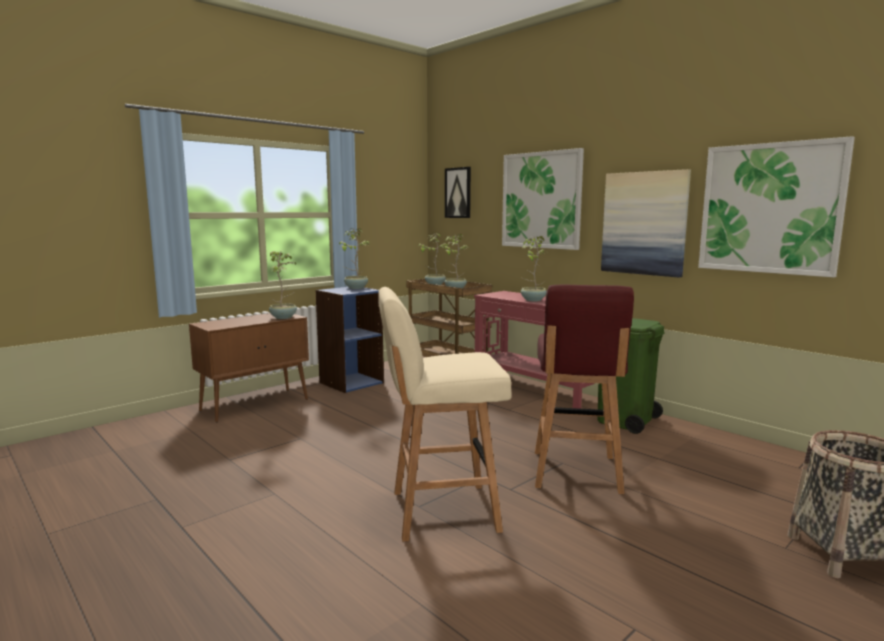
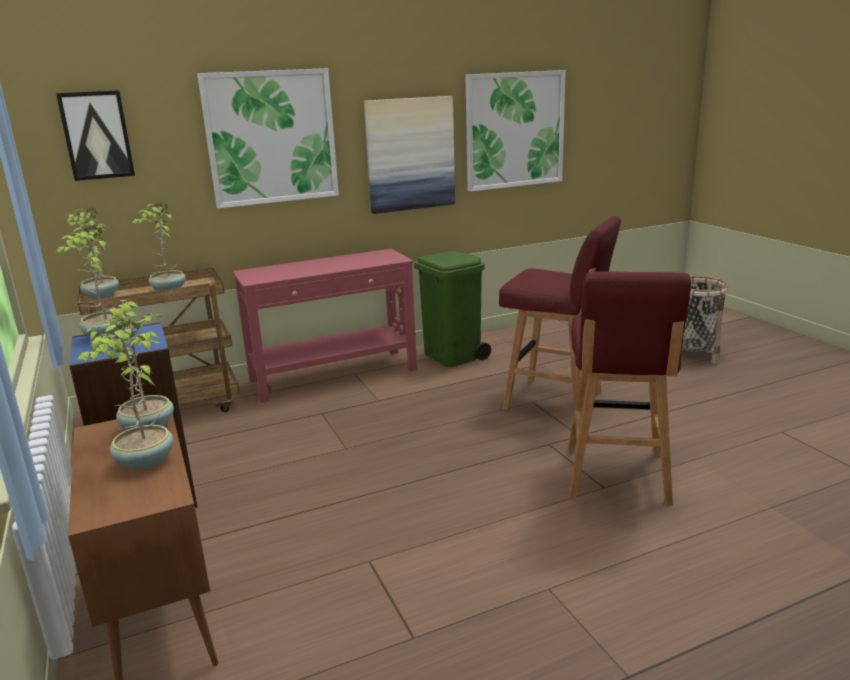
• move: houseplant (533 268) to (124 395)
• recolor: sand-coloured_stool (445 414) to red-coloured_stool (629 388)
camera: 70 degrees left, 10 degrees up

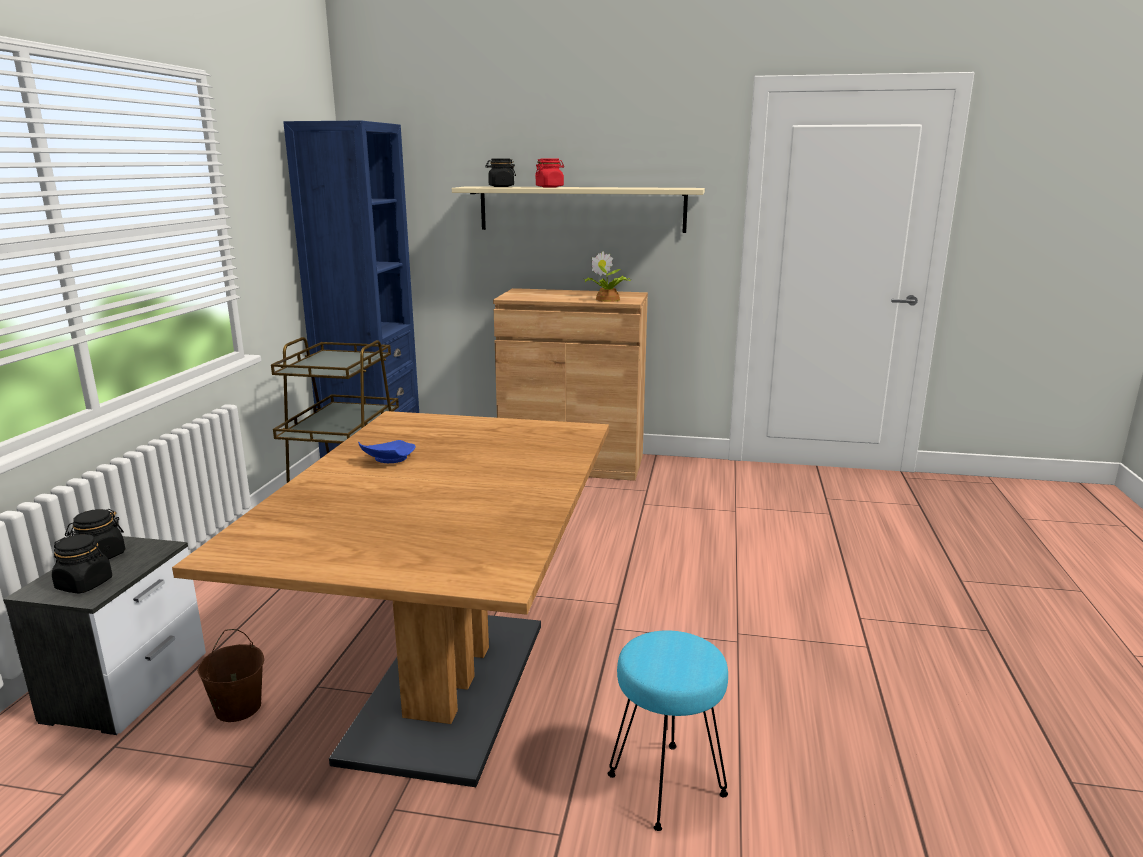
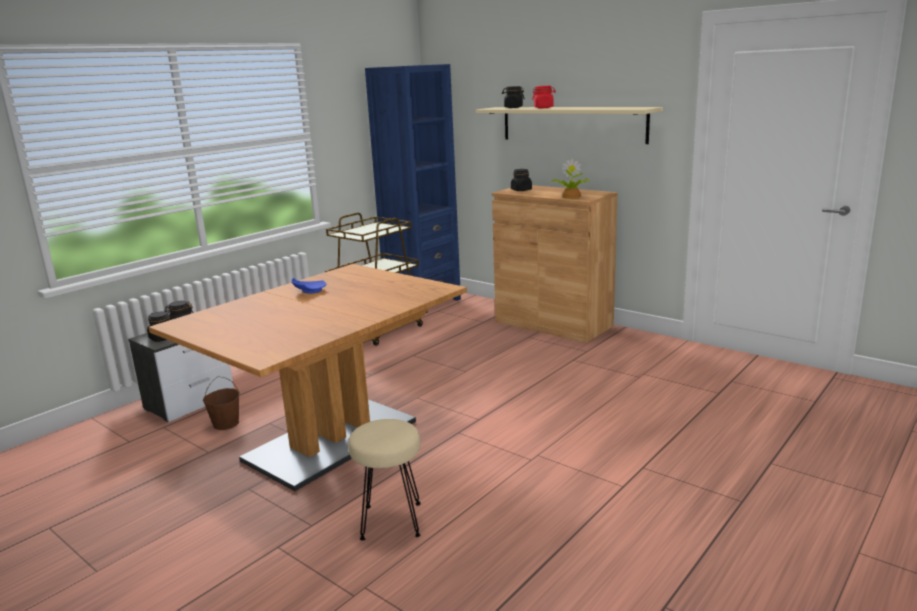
• insert: black-coloured_jar (521 180)
• recolor: turquoise_stool (668 730) to sand-coloured_stool (384 479)
camera: 30 degrees right, 0 degrees up

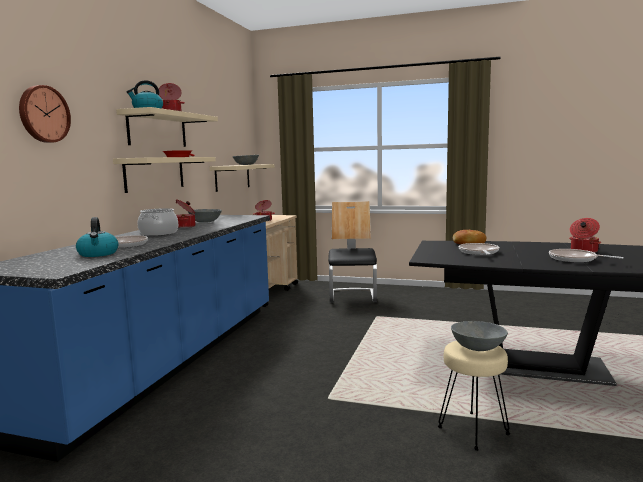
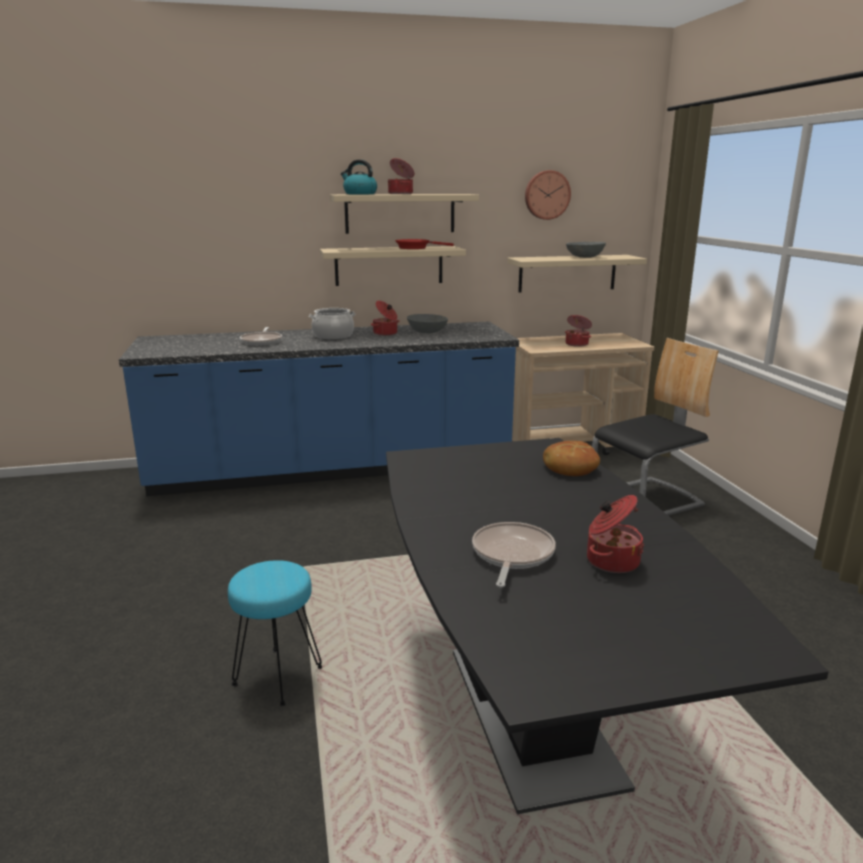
• delete: kettle (97 237)
• delete: gray_bowl (479 336)
• delete: frying_pan (479 249)
• move: hanging_clock (45 114) to (548 195)
• recolor: sand-coloured_stool (474 396) to turquoise_stool (275 633)
camera: 60 degrees right, 10 degrees up

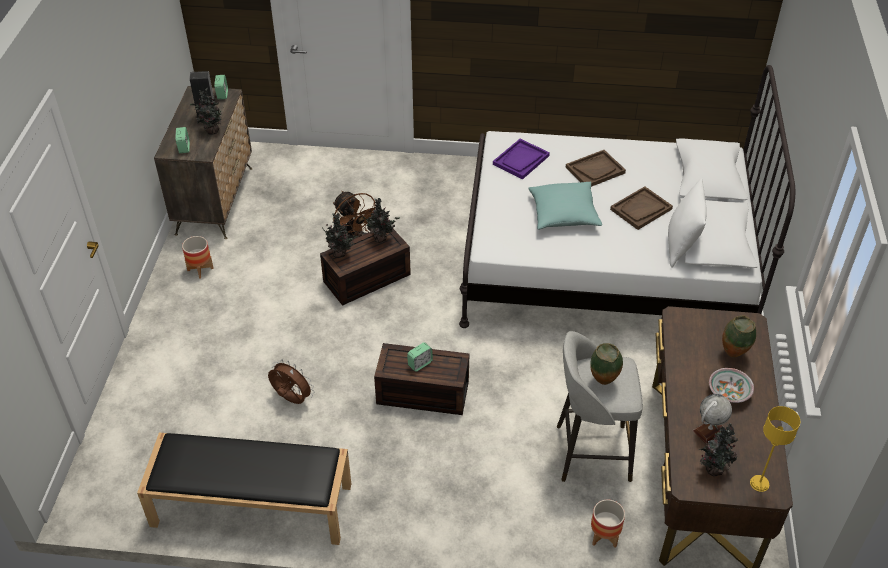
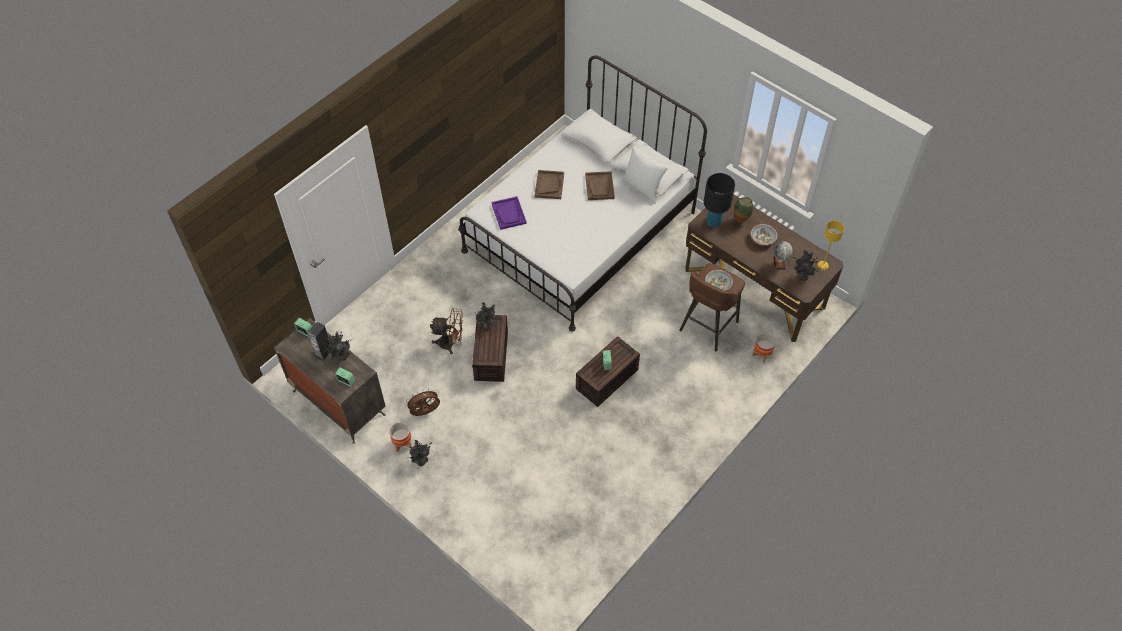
• delete: black-coloured_indoor_bench (244 488)
• delete: turquoise_pillow (565 206)
• insert: black-coloured_table_lamp (719 200)
• move: brownish_fan (291 381) to (422 402)
• move: houseplant (340 235) to (419 453)
• replace: flower_vase (606 364) to bowl (719 280)
• recolor: gray_stool (600 406) to brownish_stool (712 307)
camera: 55 degrees left, 10 degrees up

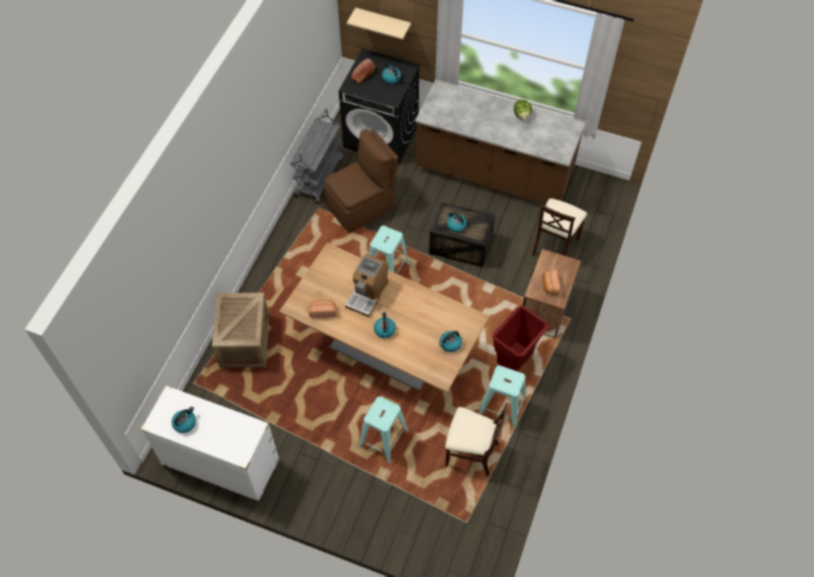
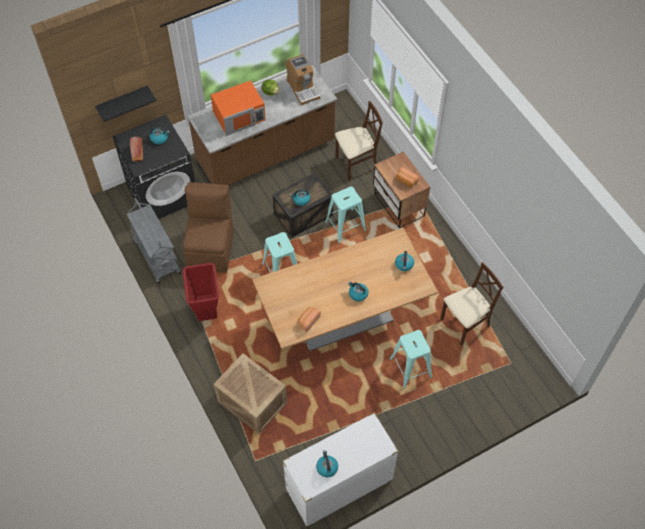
• insert: orange_kitchen_microwave (238 108)
• move: coffee_brewer (367 285) to (303 79)
• move: turquoise_stool (502 397) to (346 215)
• move: red-coloured_trash_can (520 338) to (200 292)
• recolor: sand-coloured_bracket_shelf (379 23) to black-coloured_bracket_shelf (125 103)
• rotate: sand-coloured_upright_chair (559 227) = (359 141) 90 degrees counterclockwise
camera: 50 degrees left, 0 degrees up

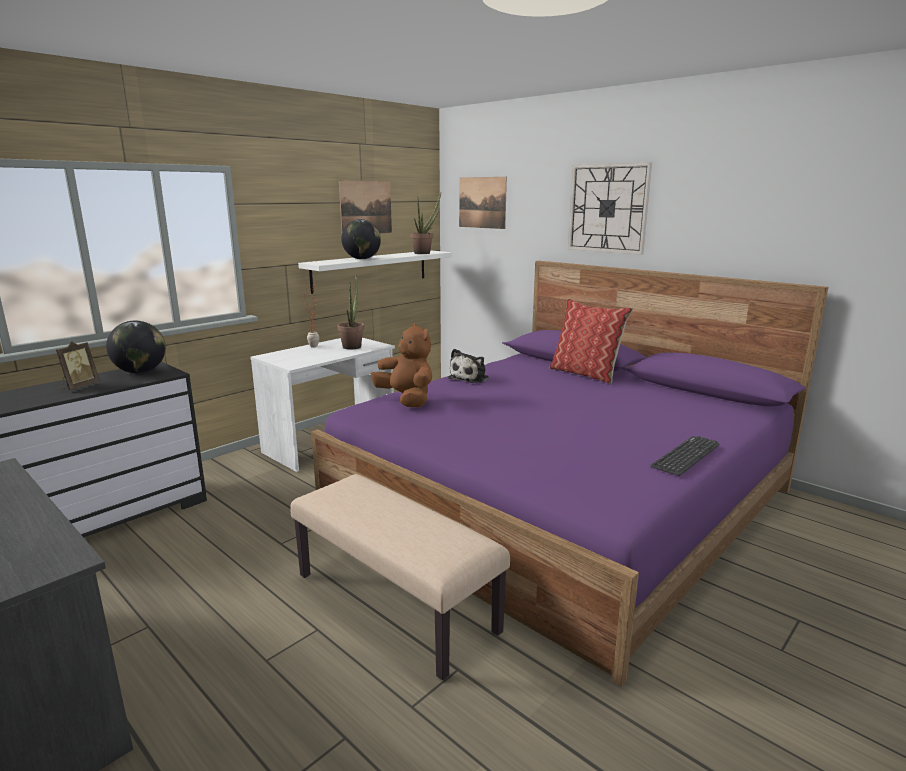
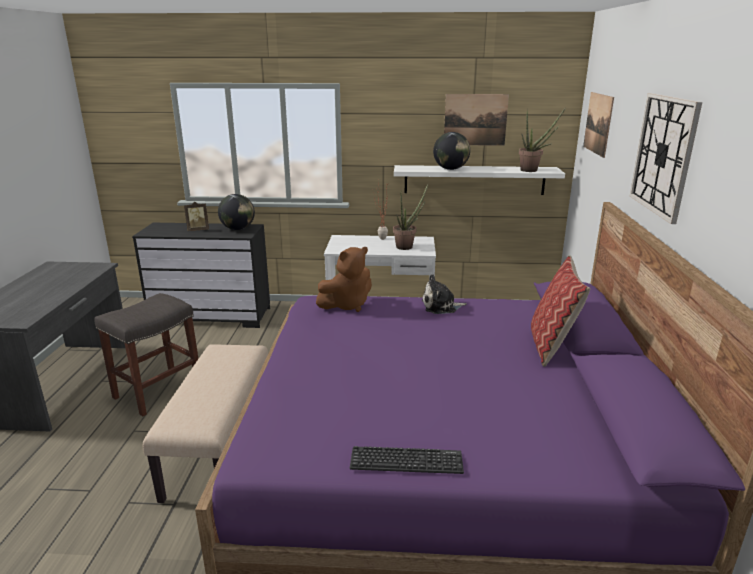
• insert: gray_stool (146 354)
• rotate: brownish_cuddly_toy (401 365) = (344 279) 45 degrees clockwise
camera: 50 degrees right, 5 degrees up

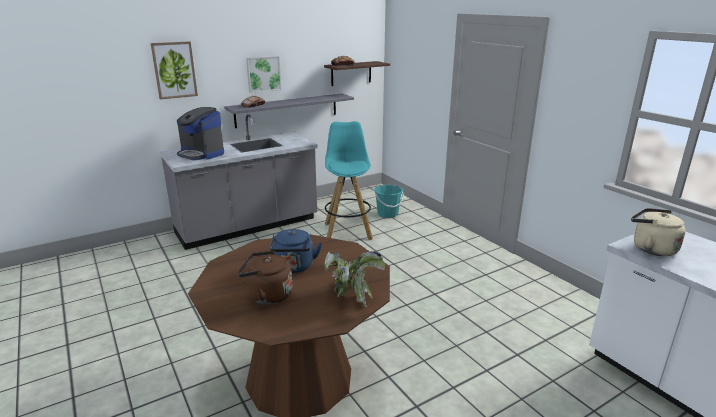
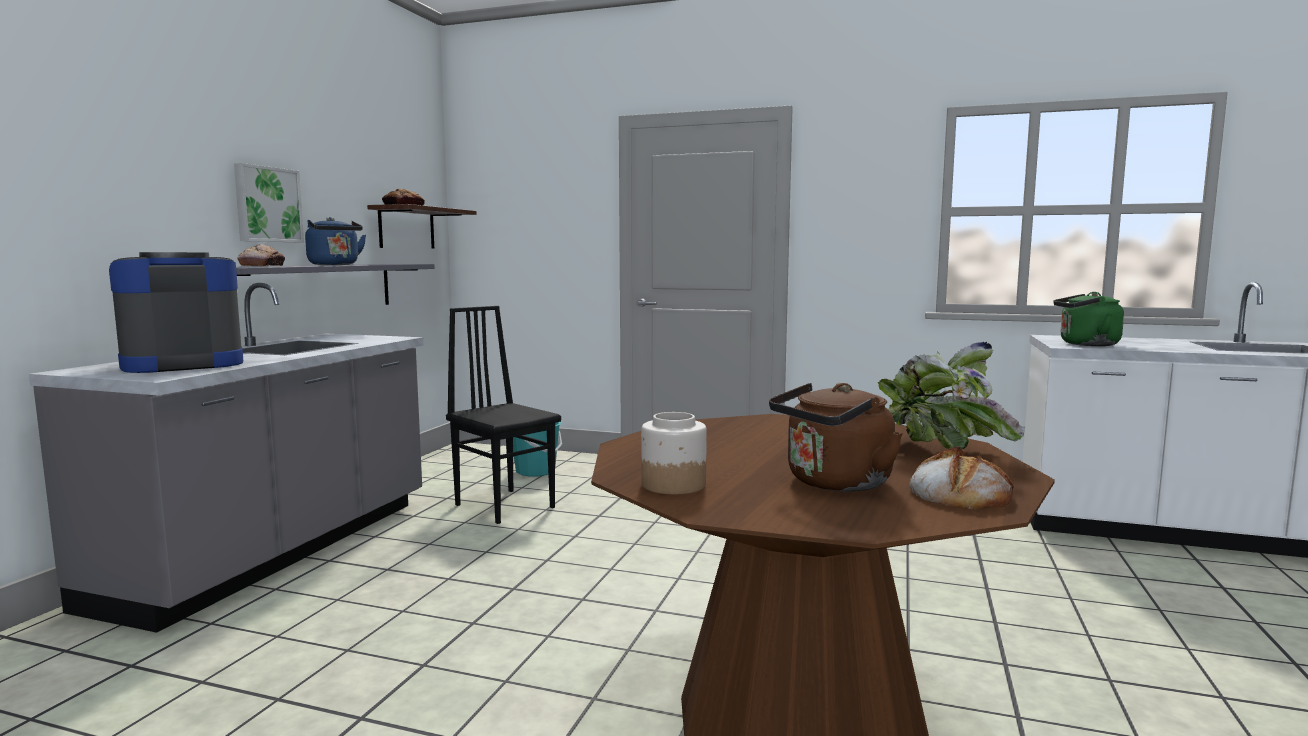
• delete: wall_picture (174 70)
• insert: jar (674 453)
• insert: baked_bread (961 477)
• move: blue_kettle (296 251) to (335 241)
• replace: turquoise_stool (349 180) to black-coloured_upright_chair (503 415)
• recolor: sand-coloured_kettle (658 232) to green_kettle (1088 319)
• rotate: coffee_brewer (200 133) = (176 312) 150 degrees clockwise
camera: 40 degrees left, 15 degrees down

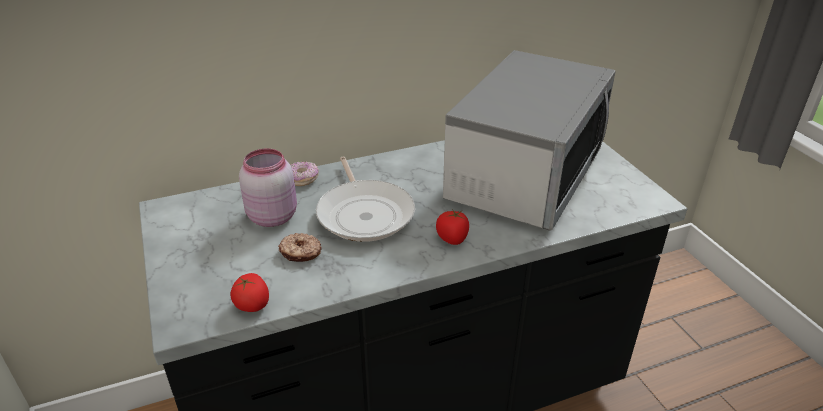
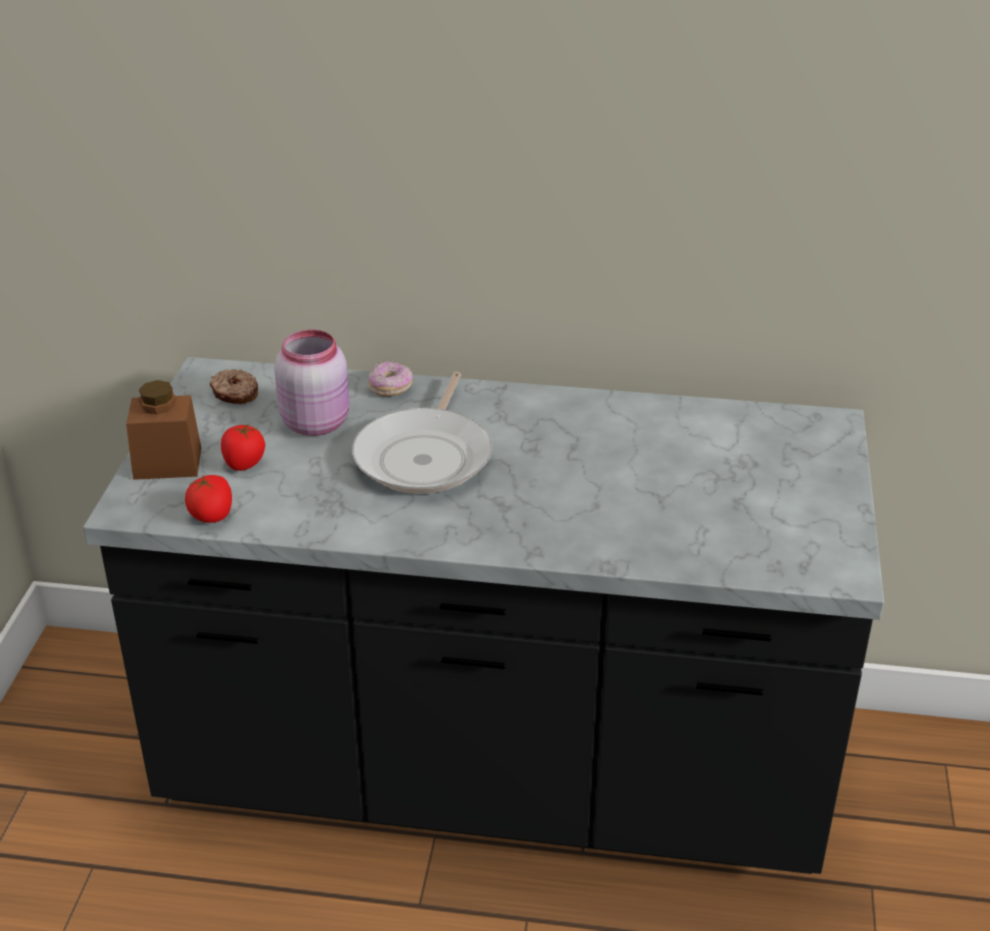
• delete: kitchen_microwave (529 140)
• insert: brownish_jar (163 430)
• move: donut (300 247) to (234 386)
• move: whole_tomato (452 227) to (243 447)
camera: 30 degrees right, 0 degrees up

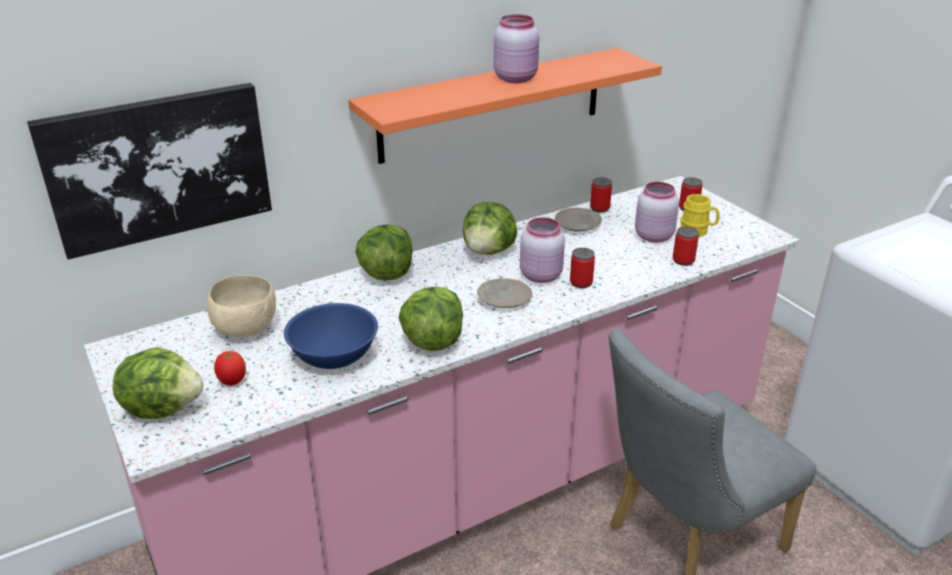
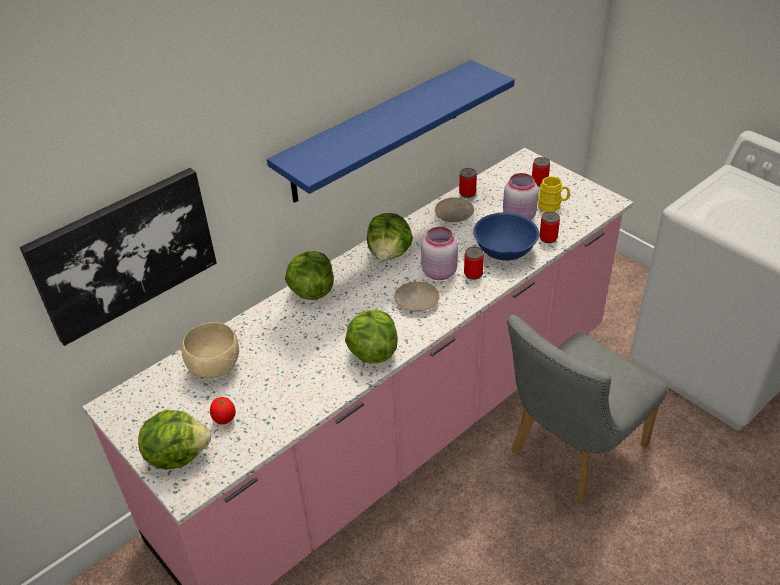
• delete: pink-coloured_jar (516 48)
• move: blue_bowl (331 336) to (506 236)
• recolor: orange_bracket_shelf (505 106) to blue_bracket_shelf (391 131)
camera: 10 degrees left, 10 degrees up

